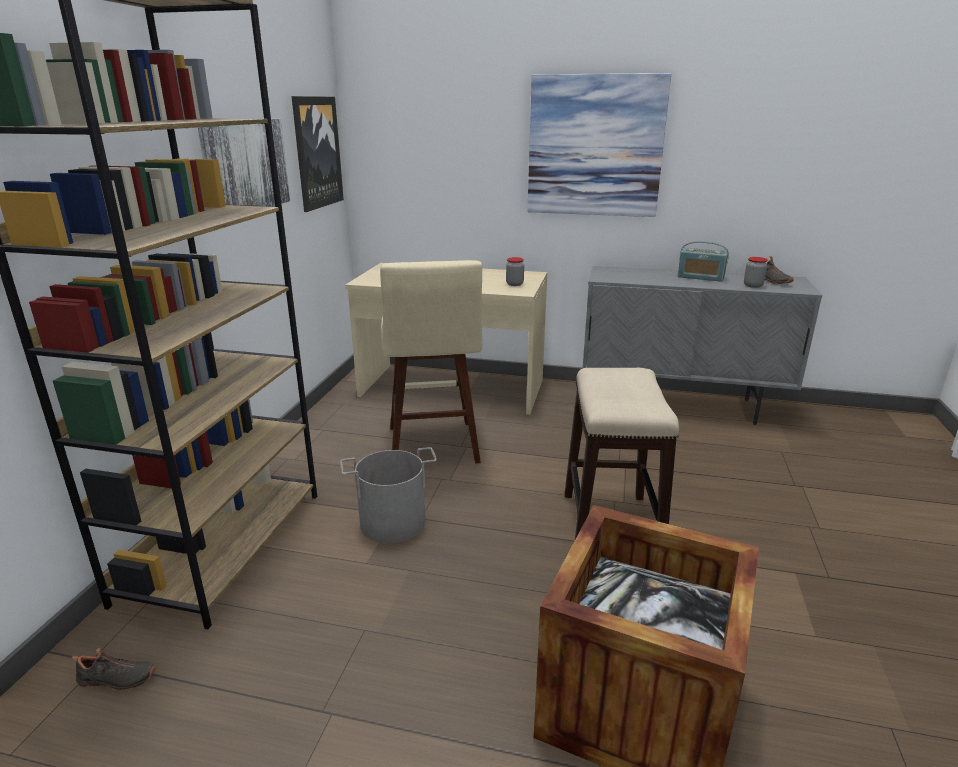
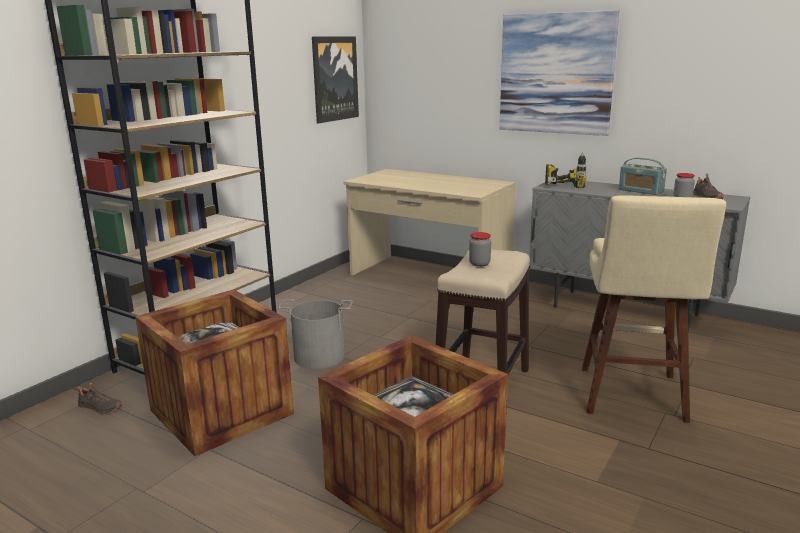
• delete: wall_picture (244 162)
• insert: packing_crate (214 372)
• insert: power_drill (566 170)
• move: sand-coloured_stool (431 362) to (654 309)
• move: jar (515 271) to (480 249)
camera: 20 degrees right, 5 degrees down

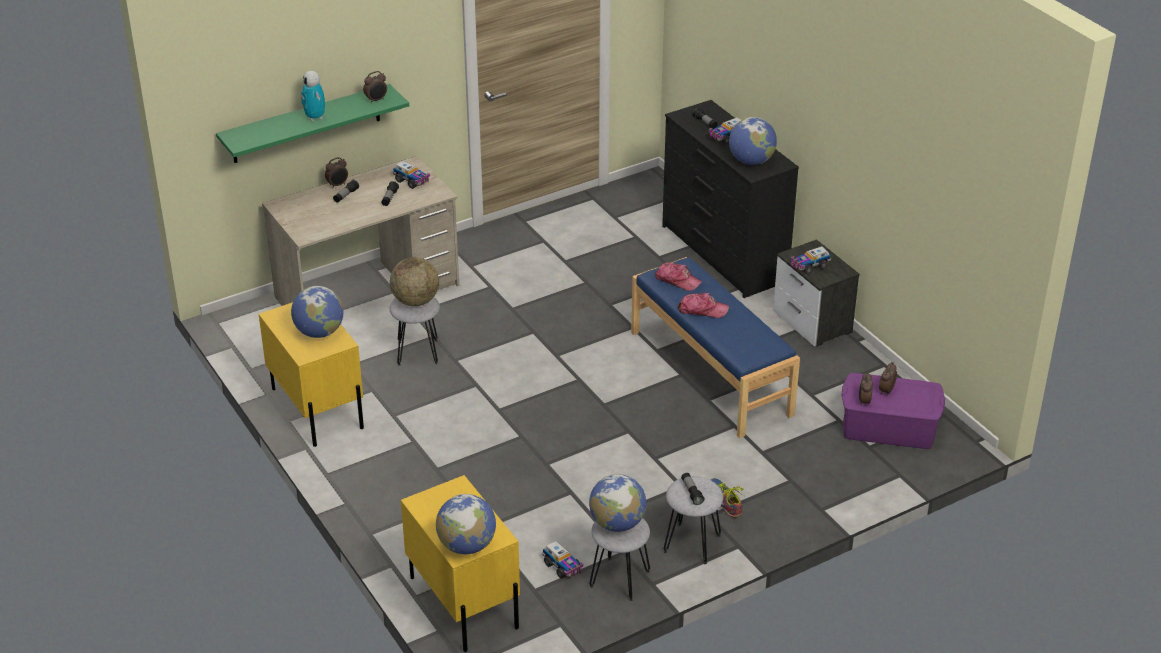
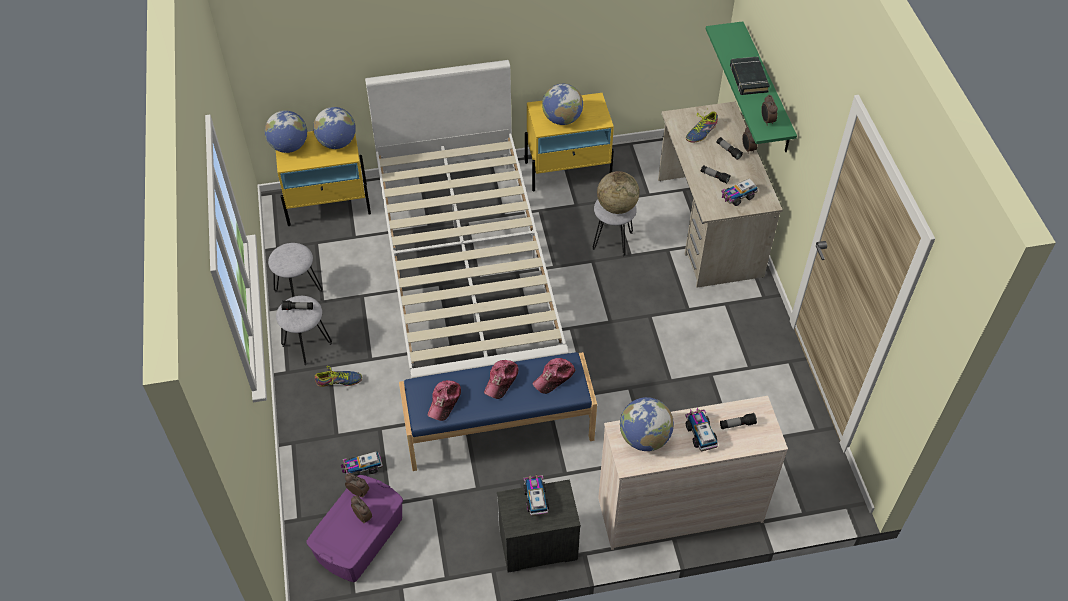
• insert: white-coloured_bedroom_bed (467 219)
• insert: peaked_cap (444 400)
• insert: item_of_footwear (702 126)
• move: toy_truck (563 560) to (362 463)
• move: world_globe (617 503) to (334 128)
• replace: robot_figure (313 96) to black-coloured_volume (750 76)
• recolor: black-coloured_chest_of_drawers (730 199) to sand-coloured_chest_of_drawers (693 473)
camera: 110 degrees right, 15 degrees up

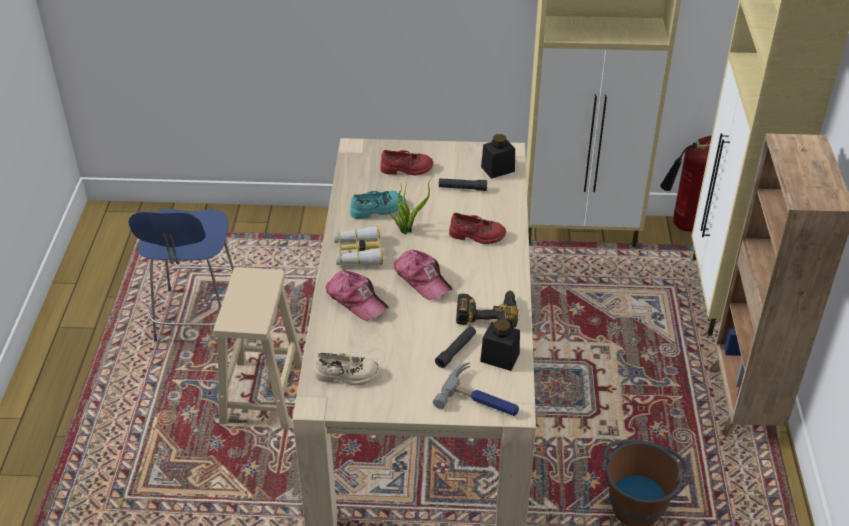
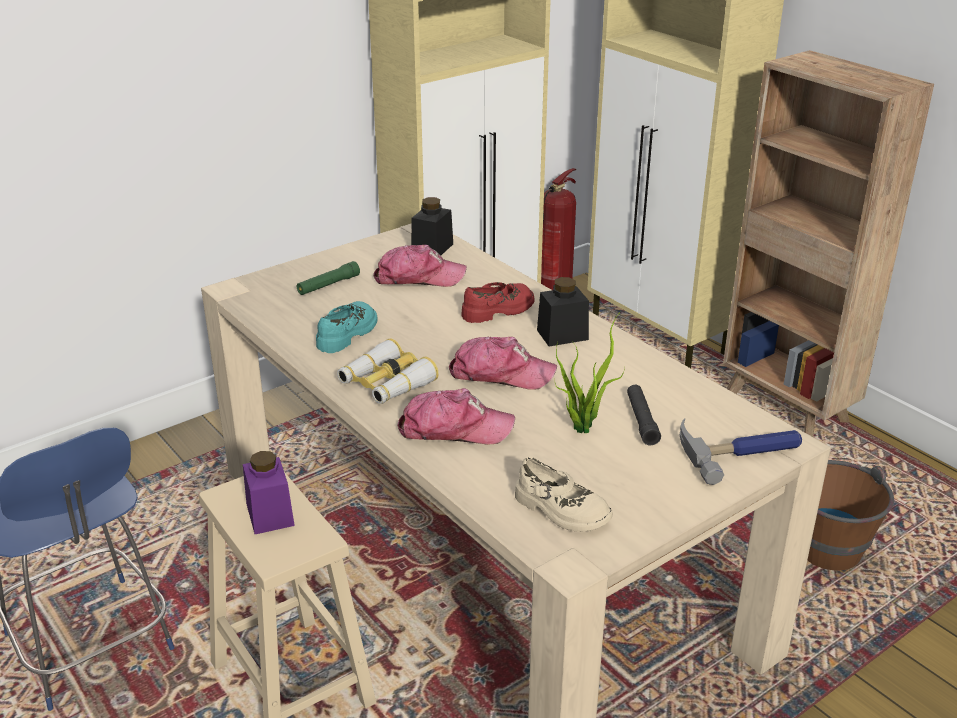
• delete: power_drill (487 309)
• insert: purple-coloured_jar (269 492)
• move: houseplant (412 204) to (590 372)
• move: black-coloured_jar (500 345) to (563 311)
• replace: red-coloured_item_of_footwear (406 163) to green_hand_torch (328 278)
• replace: black-coloured_hand_torch (463 185) to peaked_cap (420 266)
• rotate: sand-coloured_item_of_footwear (347 369) = (564 494) 75 degrees clockwise
camera: 40 degrees left, 10 degrees down

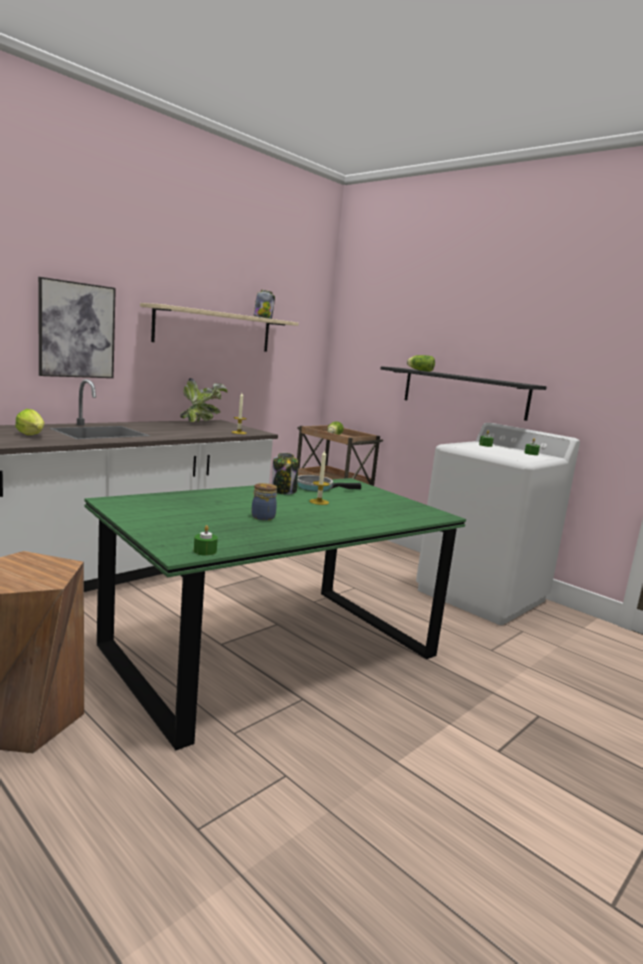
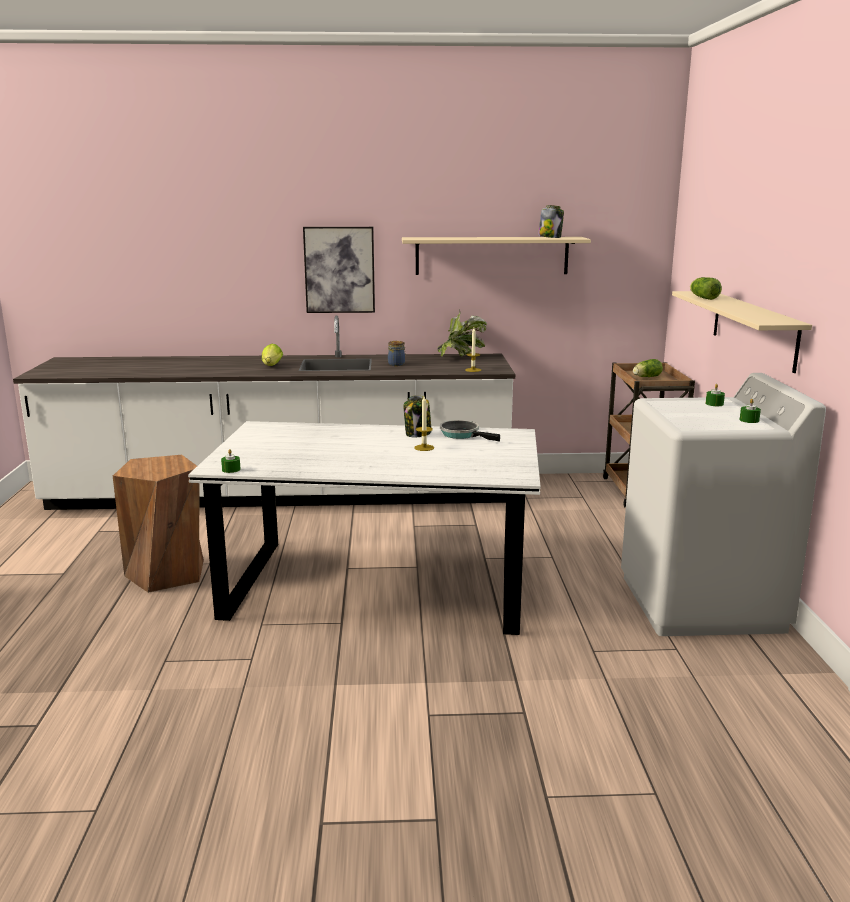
• move: jar (264 501) to (397 353)
• recolor: green_kitchen_table (275 614) to white-coloured_kitchen_table (364 528)
• recolor: black-coloured_bracket_shelf (463 393) to sand-coloured_bracket_shelf (742 332)
camera: 45 degrees right, 5 degrees up

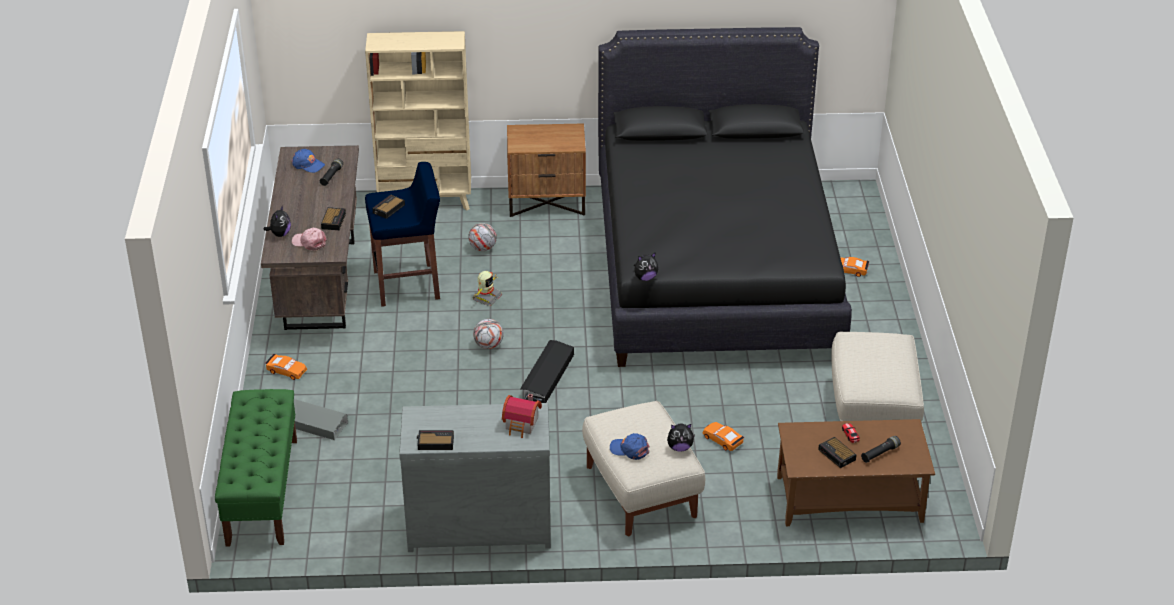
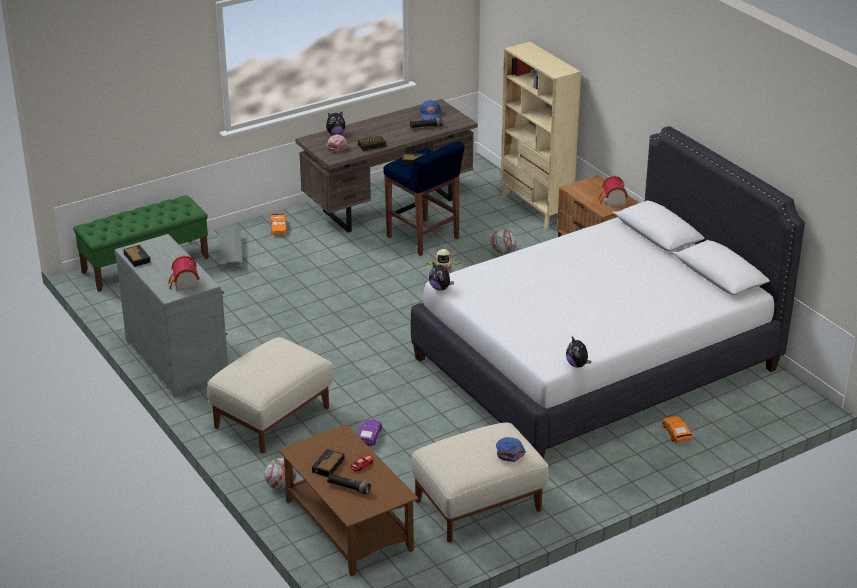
• delete: black-coloured_storage_box (547 371)
• insert: miniature_house (613 191)
• move: ball_for_football (488 334) to (280 474)
• move: blue_peaked_cap (630 446) to (511 449)
• move: cuddly_toy (681 437) to (578 352)
• recolor: black-coloured_bedroom_bed (725 197) to white-coloured_bedroom_bed (608 292)
• recolor: orange_miniature_car (723 436) to purple-coloured_miniature_car (370 433)
camera: 60 degrees right, 5 degrees down

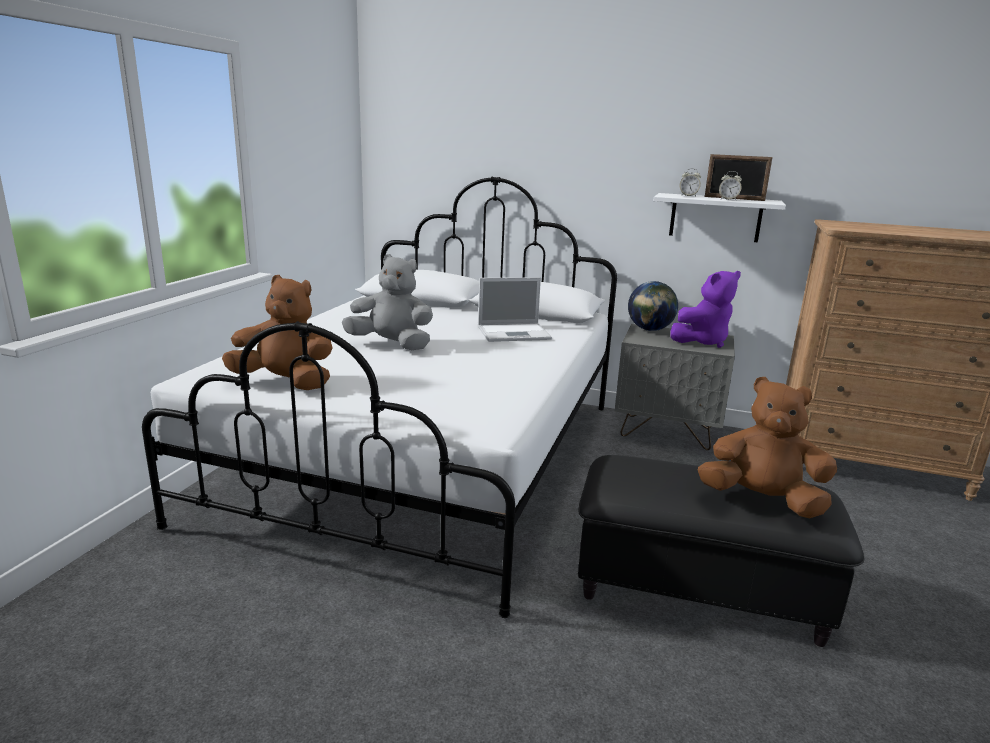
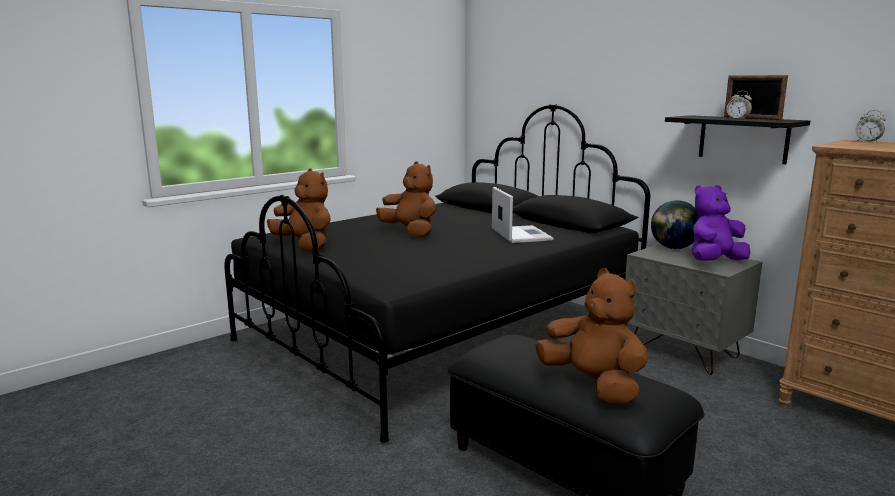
• move: bedside_clock (690 182) to (870 126)
• recolor: white-coloured_bedroom_bed (379 397) to black-coloured_bedroom_bed (437 273)
• recolor: gray_cuddly_toy (387 302) to brownish_cuddly_toy (406 199)
• recolor: white-coloured_bracket_shelf (719 217) to black-coloured_bracket_shelf (737 139)
• rotate: portable_computer (515 309) = (523 215) 120 degrees counterclockwise
• rotate: purple-coloured_cuddly_toy (706 309) = (720 223) 150 degrees clockwise
camera: 30 degrees right, 5 degrees down

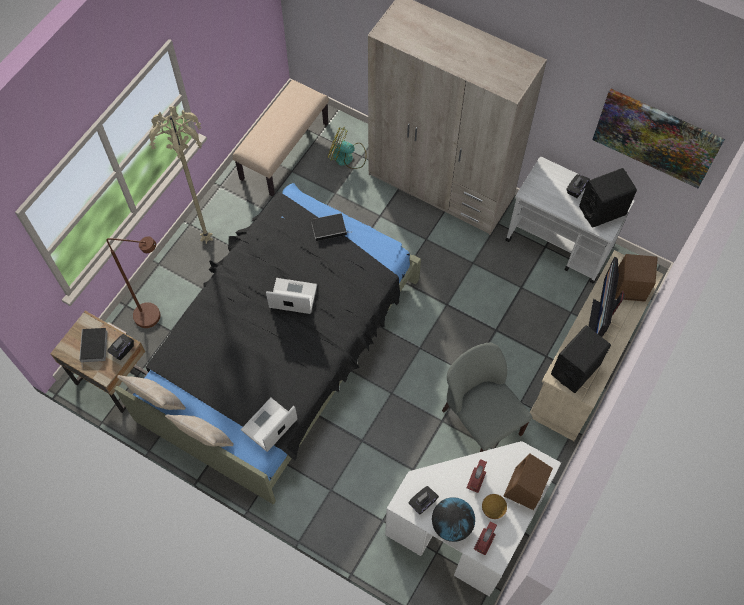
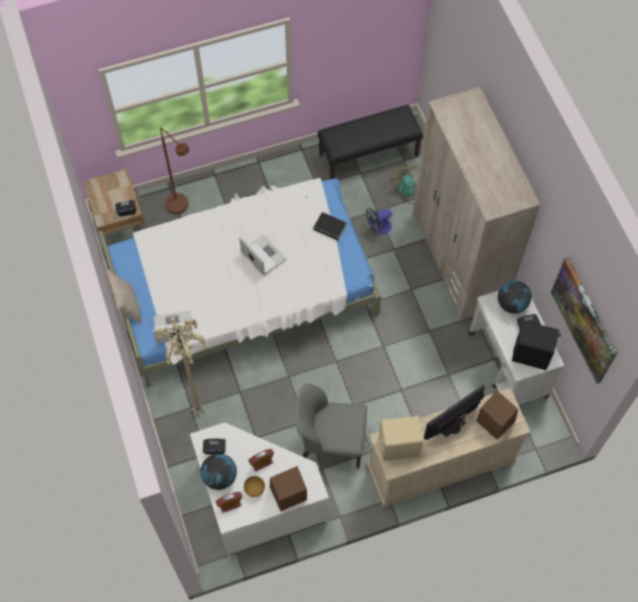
• delete: volume (93 346)
• delete: sand-coloured_pillow (151 392)
• insert: fan (379 221)
• insert: world_globe (515 297)
• move: sand-coloured_floor_lamp (181 175) to (181 366)
• recolor: black-coloured_bedroom_bed (267 343) to white-coloured_bedroom_bed (240 282)
• recolor: sand-coloured_indoor_bench (280 138) to black-coloured_indoor_bench (370 142)
• recolor: black-coloured_audio_speaker (581 359) to sand-coloured_audio_speaker (401 438)
• rotate: gray_upright_chair (487 397) = (331 425) 90 degrees counterclockwise
camera: 40 degrees right, 0 degrees up

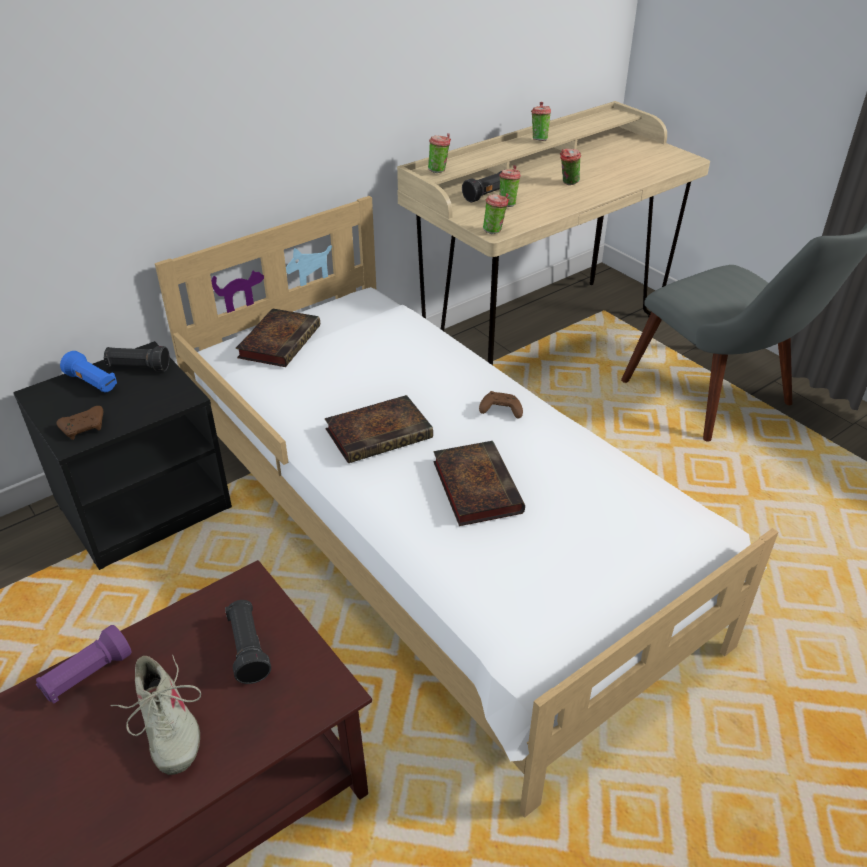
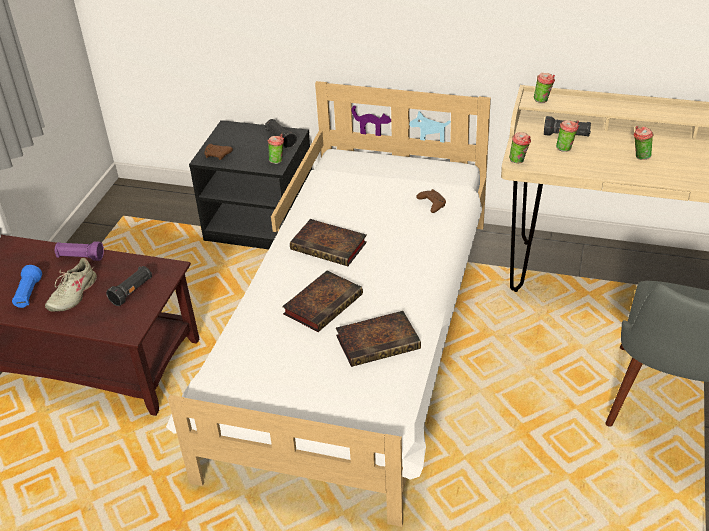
• move: blue_hand_torch (88 371) to (27 286)
• move: volume (278 337) to (378 339)
• move: brownish_gamepad (501 405) to (431 201)
• move: small_cup (541 121) to (276 149)
camera: 55 degrees right, 0 degrees up

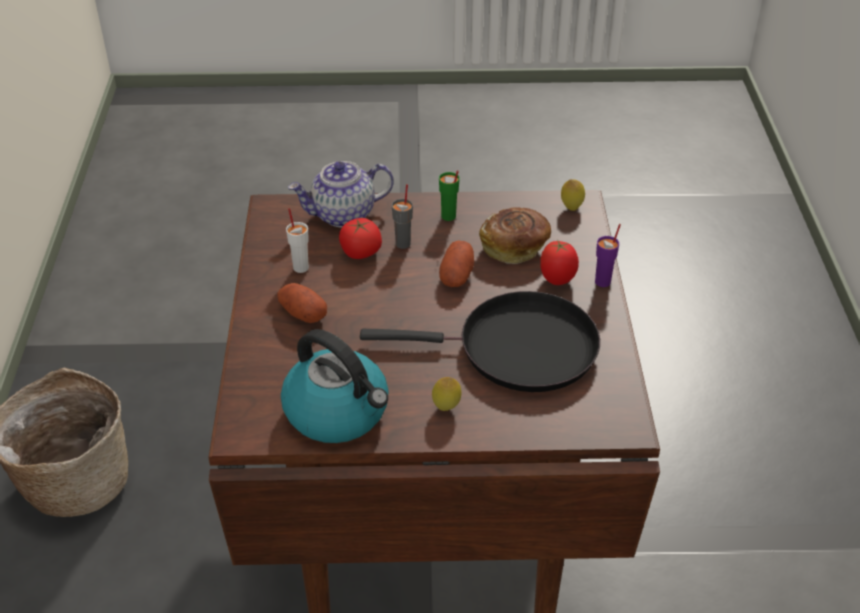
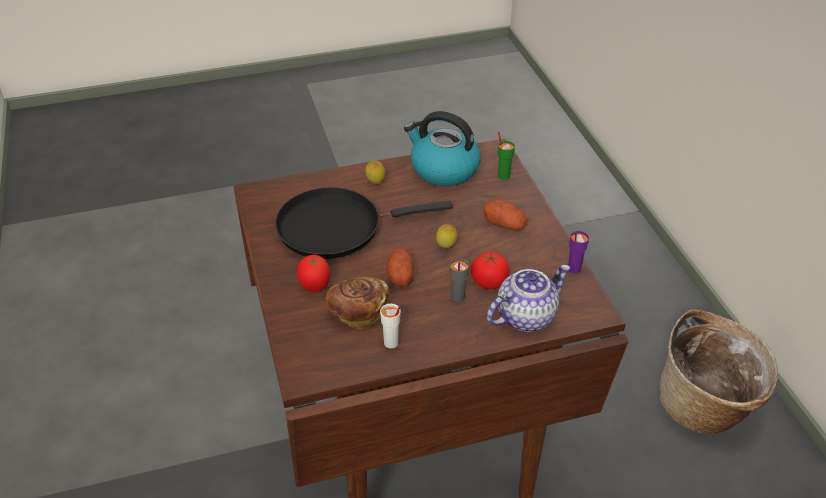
• move: white-coloured_small_cup (297 240) to (390 326)
• move: green_small_cup (449 195) to (506 155)
• move: whole_lemon (573 195) to (446 236)
• move: purple-coloured_small_cup (608 255) to (578 252)
camera: 165 degrees right, 0 degrees up

